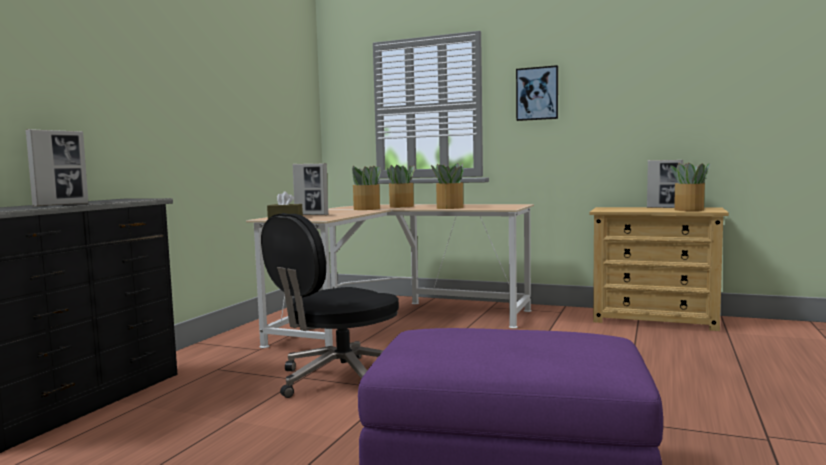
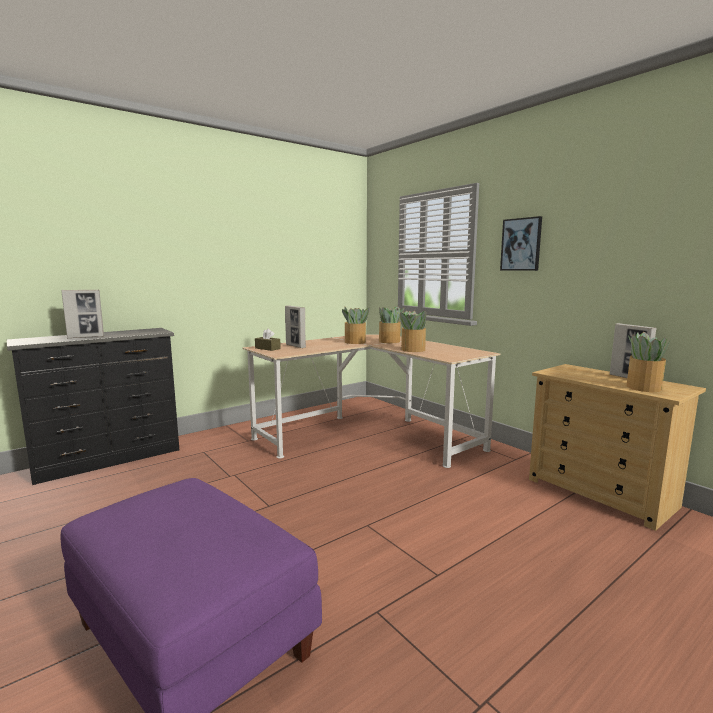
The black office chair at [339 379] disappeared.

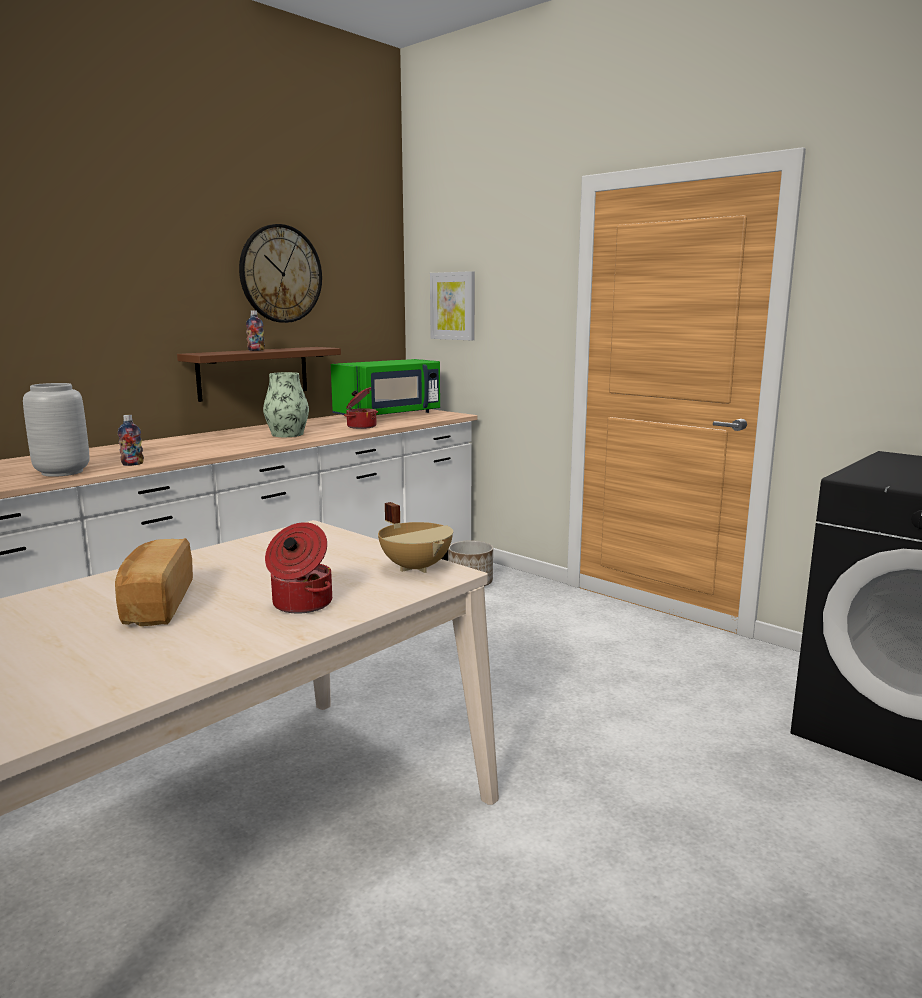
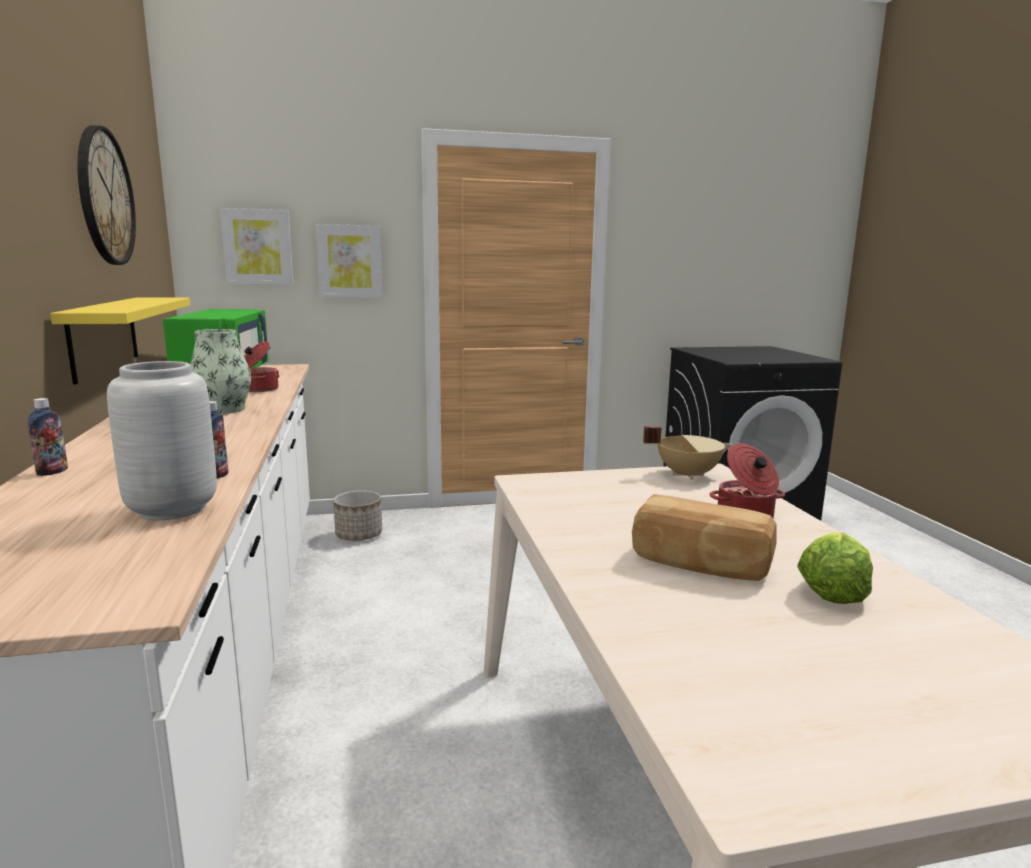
The bottle moved from [256 350] to [52 472].
The brown shelf at [253 373] became the yellow shelf at [104 336].
The picture at [349 261] appeared.
The lettuce at [832 589] appeared.

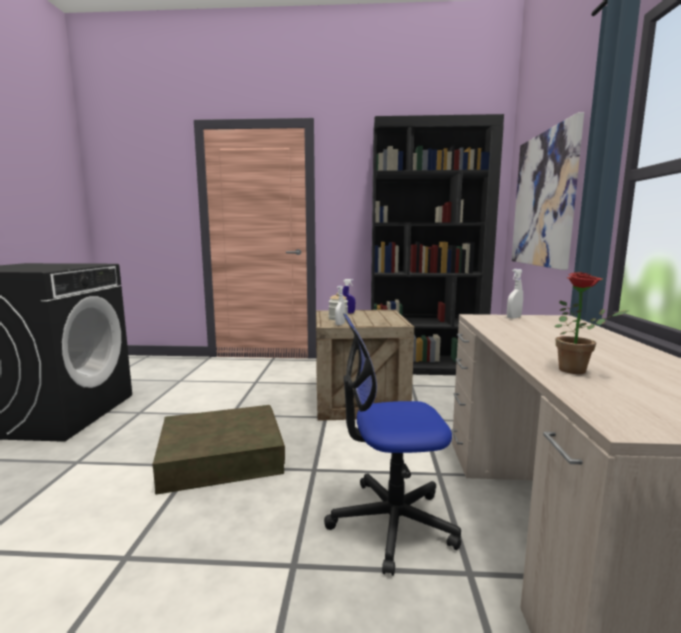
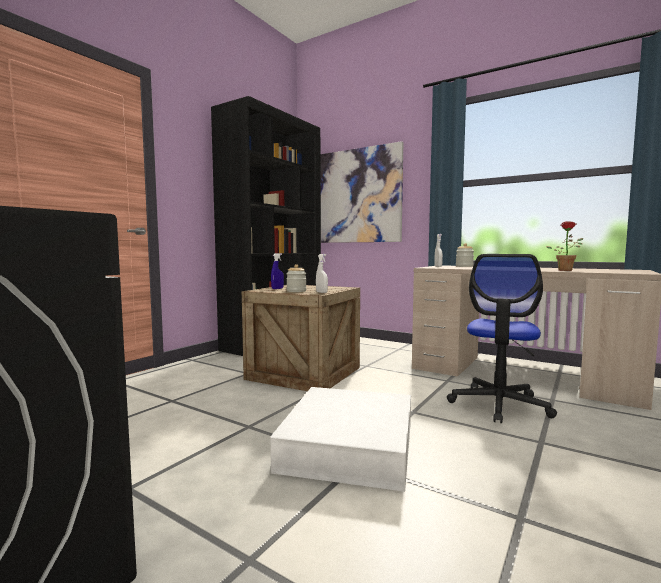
The brown storage box at [221 456] became the white storage box at [349 445].
The jar at [464 266] appeared.

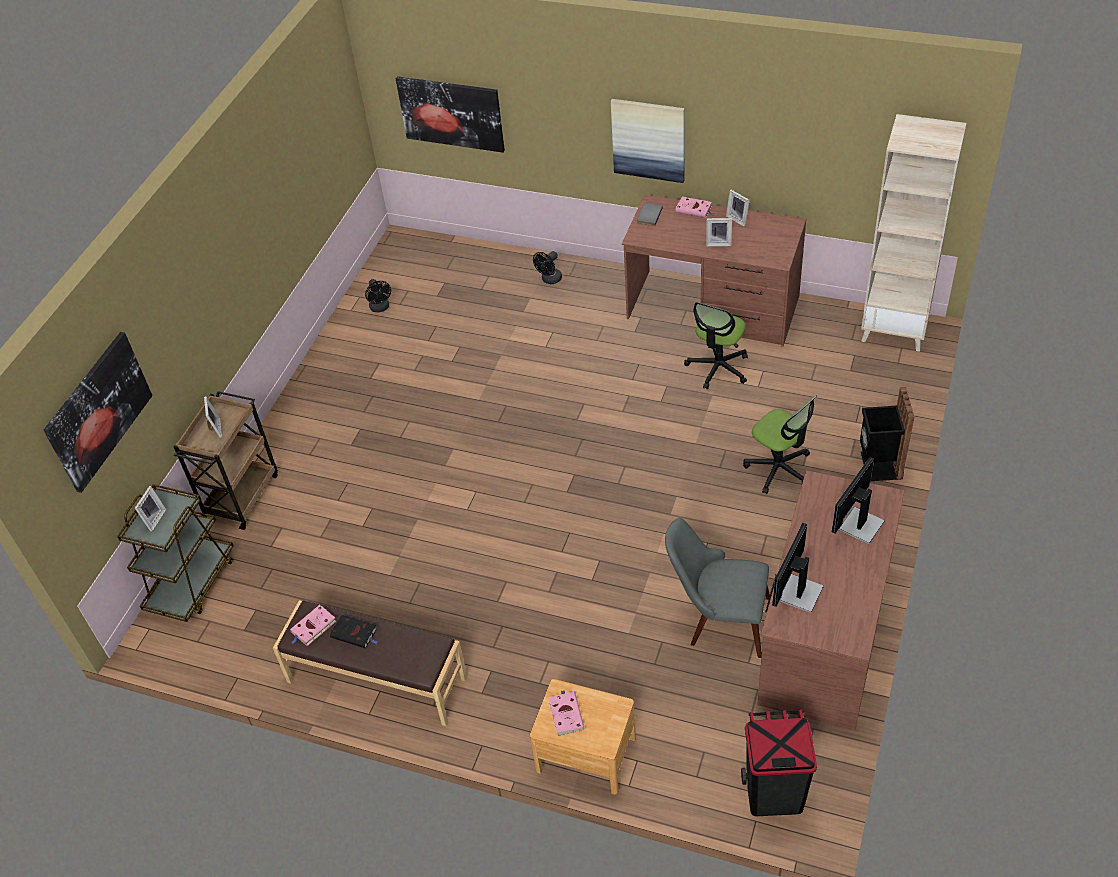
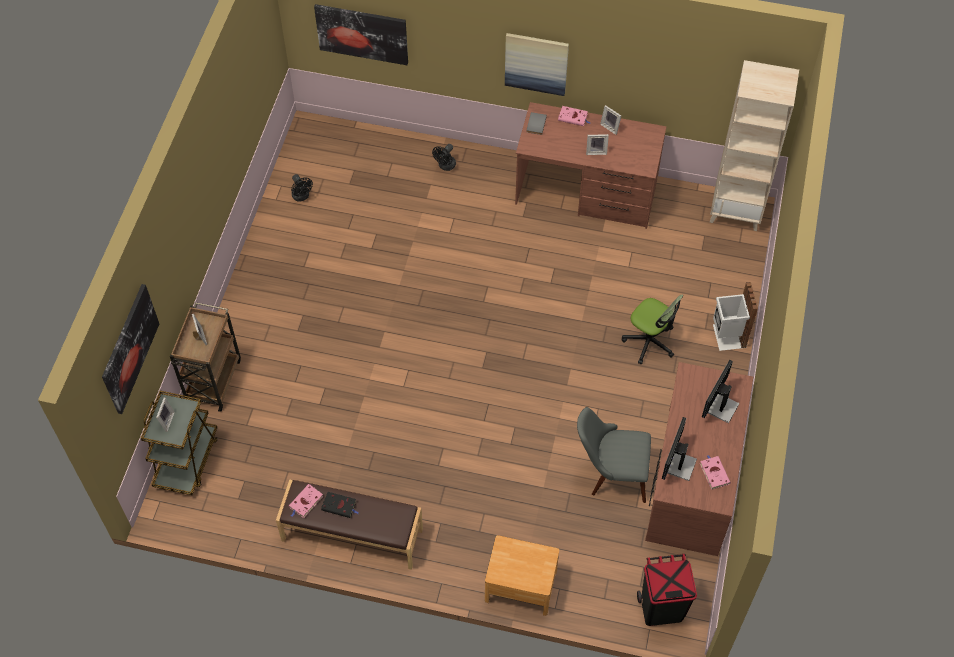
The office chair at [718 368] disappeared.
The black trash can at [878 465] became the white trash can at [727 336].
The pink book moved from [566 714] to [714 473].

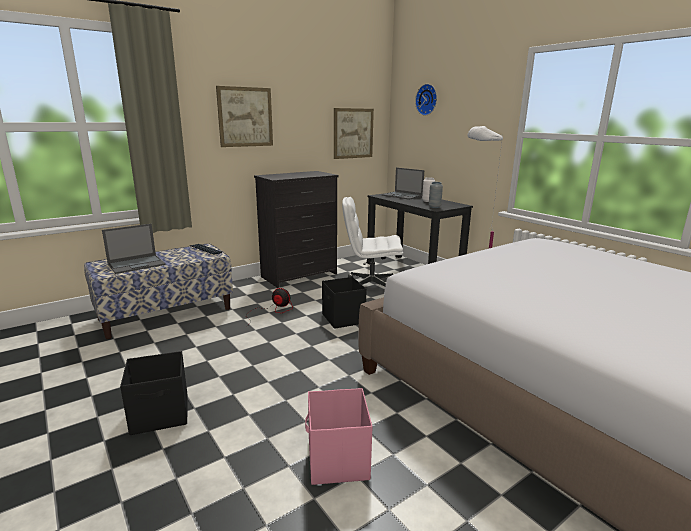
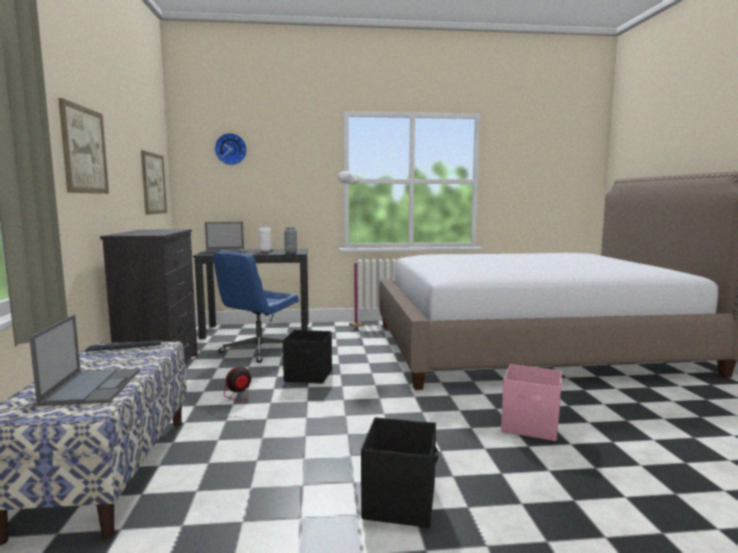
The white office chair at [370 287] became the blue office chair at [259 351].

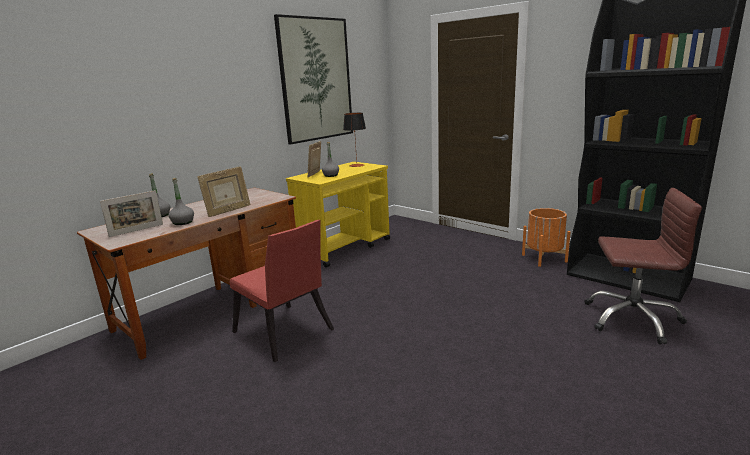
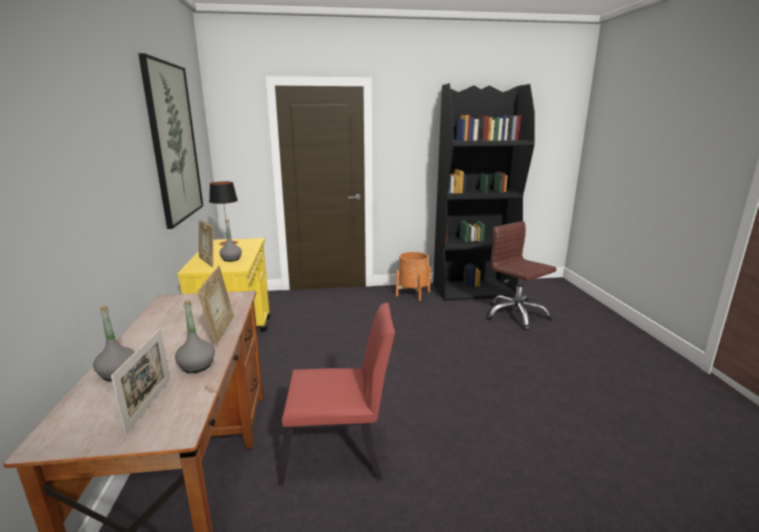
The brown office chair at [632 318] turned 90 degrees counterclockwise.

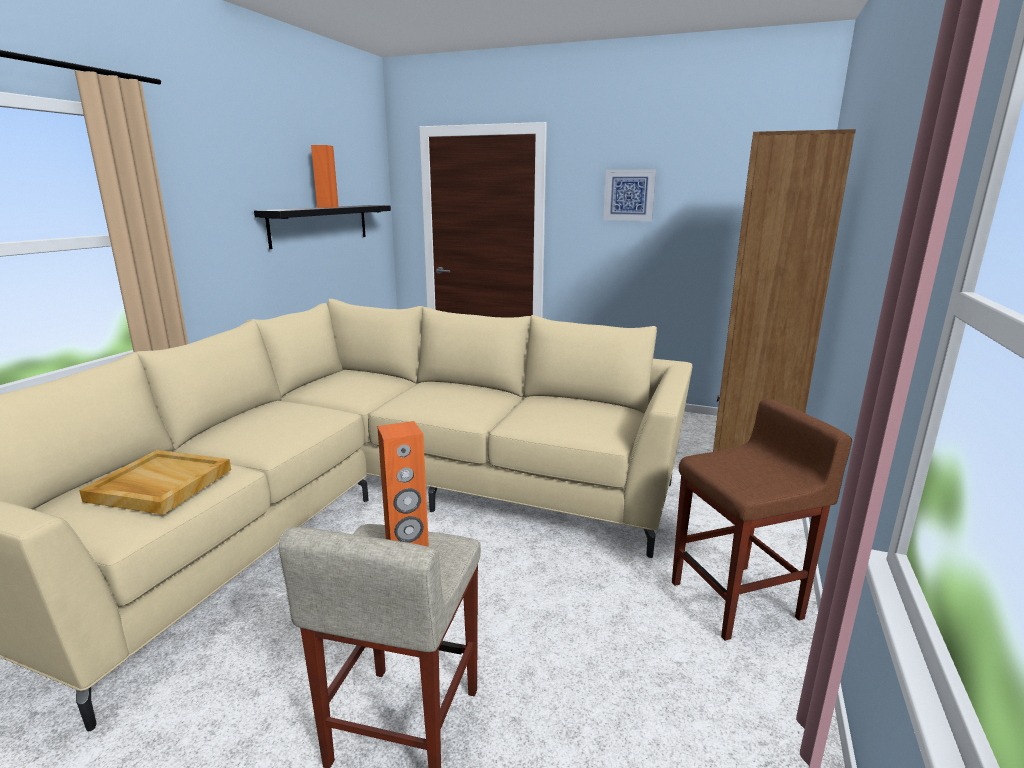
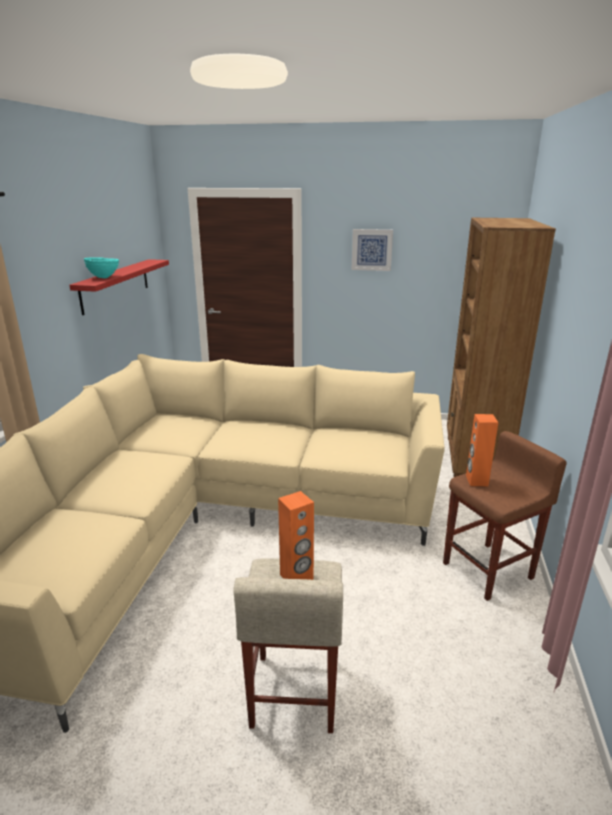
The orange speaker moved from [327 207] to [476 481].
The black shelf at [320 225] became the red shelf at [115 285].
The beige tray at [159 485] disappeared.
The turquoise bowl at [104 278] appeared.

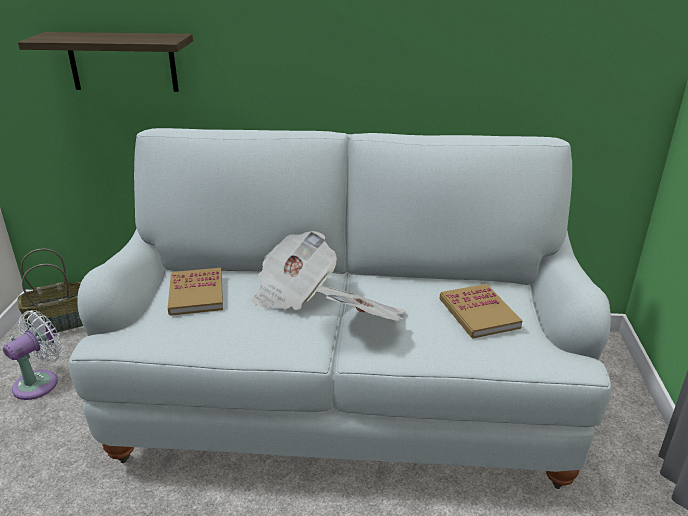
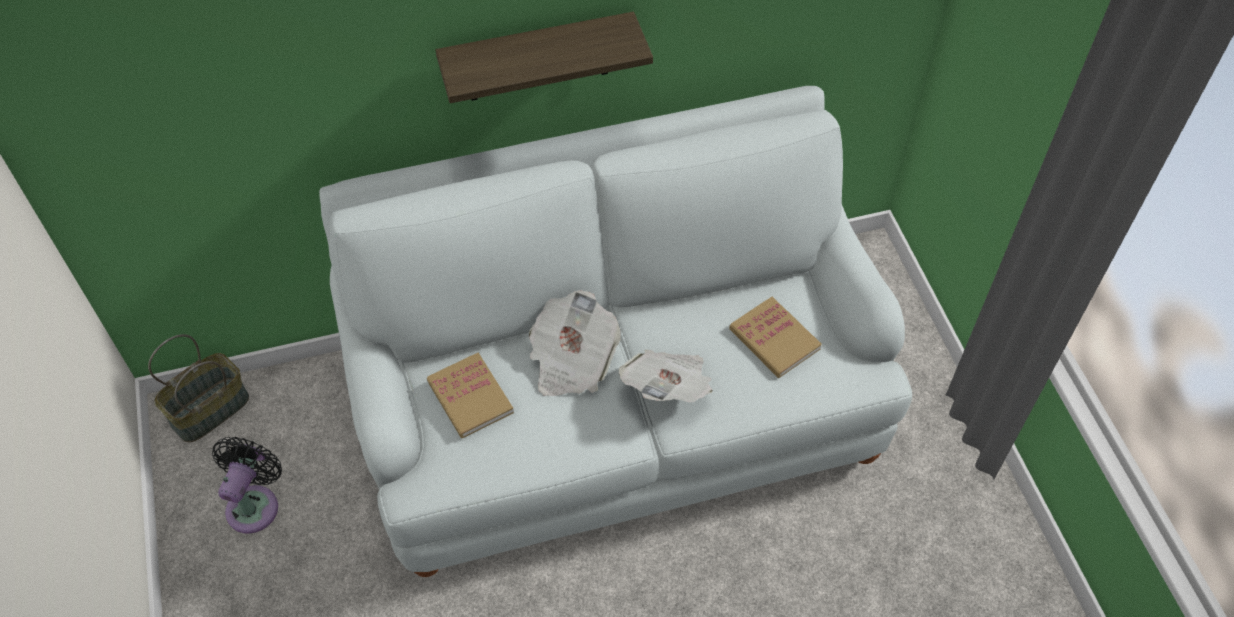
The shelf moved from [122 62] to [537 58].
The white fan at [40 382] became the black fan at [255 504].

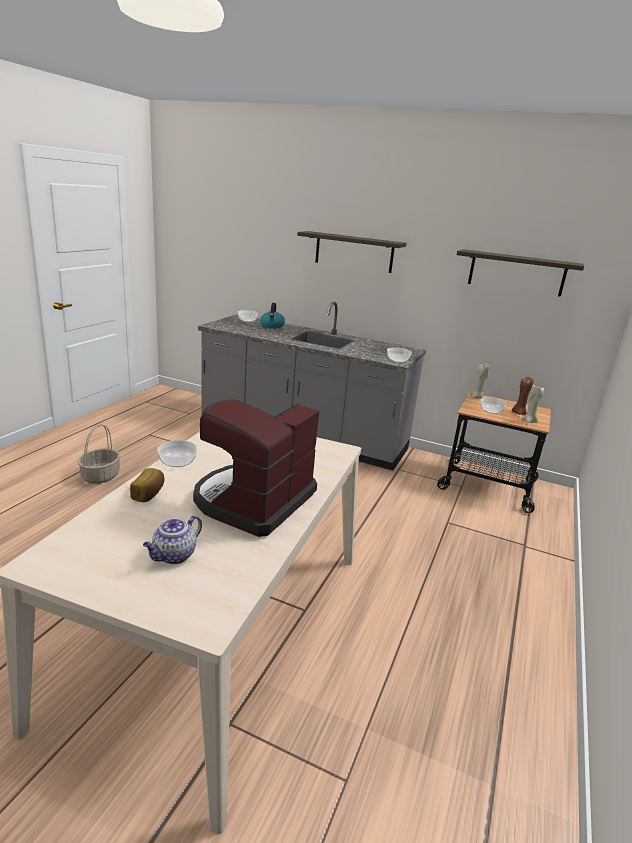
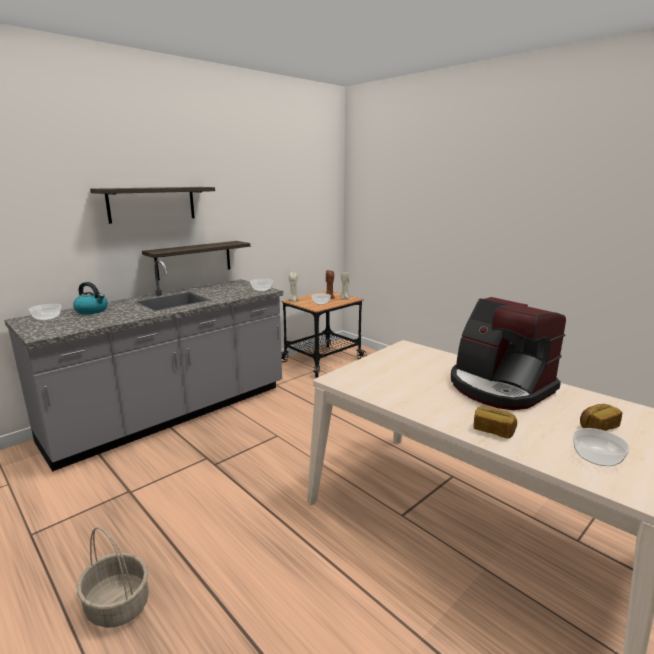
The shelf moved from [516 273] to [194 260].
The bowl moved from [177 462] to [597 457].
The teapot at [174 556] was replaced by the bread at [597 427].

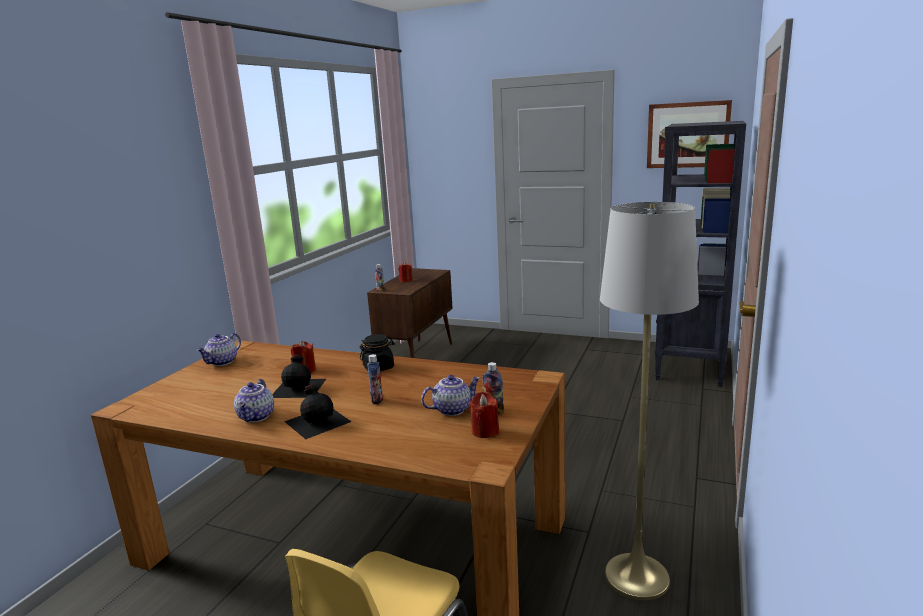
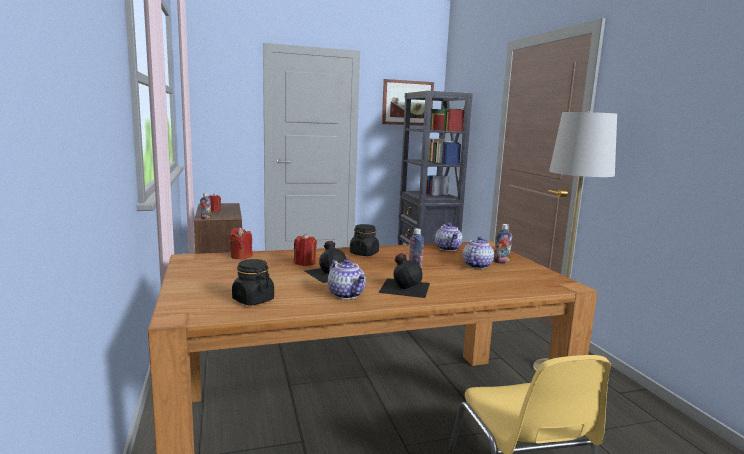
The teapot moved from [222 362] to [448 249].
The red candle moved from [485 431] to [241 256].
The black jar at [253 300] appeared.

